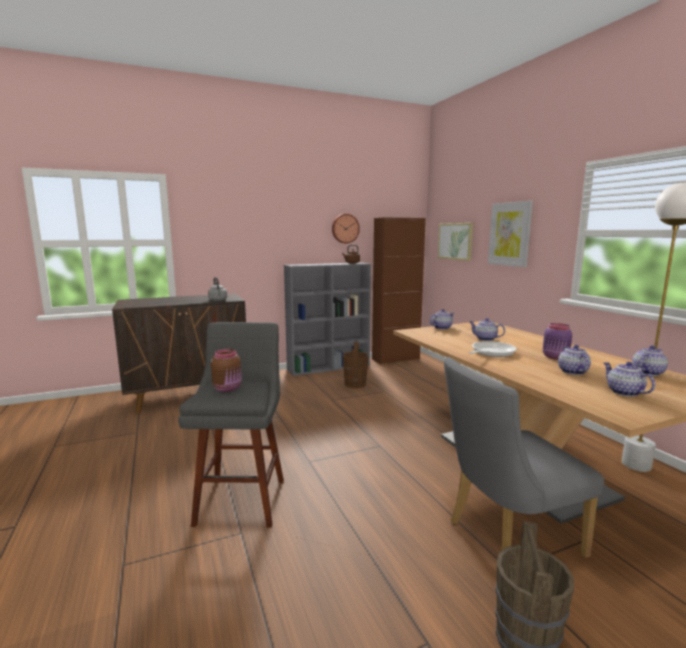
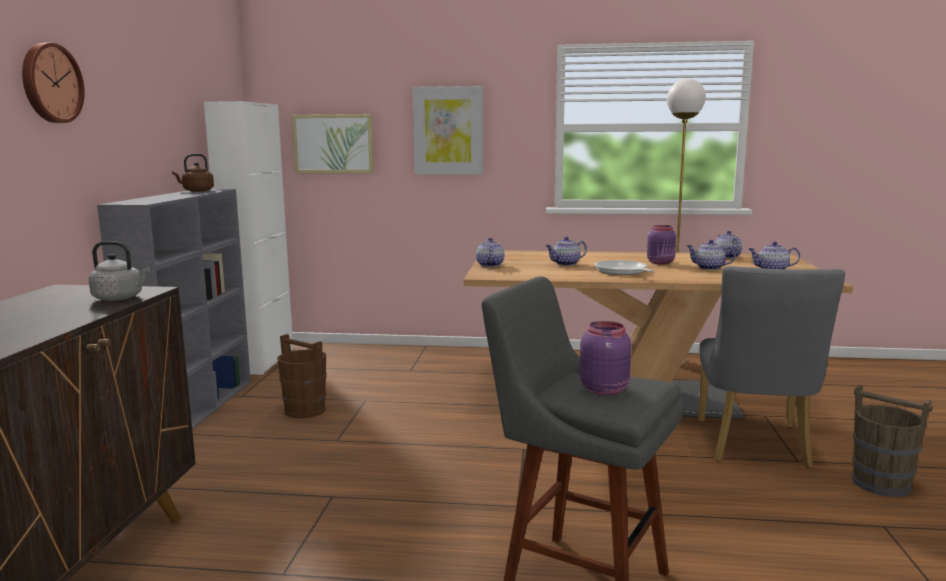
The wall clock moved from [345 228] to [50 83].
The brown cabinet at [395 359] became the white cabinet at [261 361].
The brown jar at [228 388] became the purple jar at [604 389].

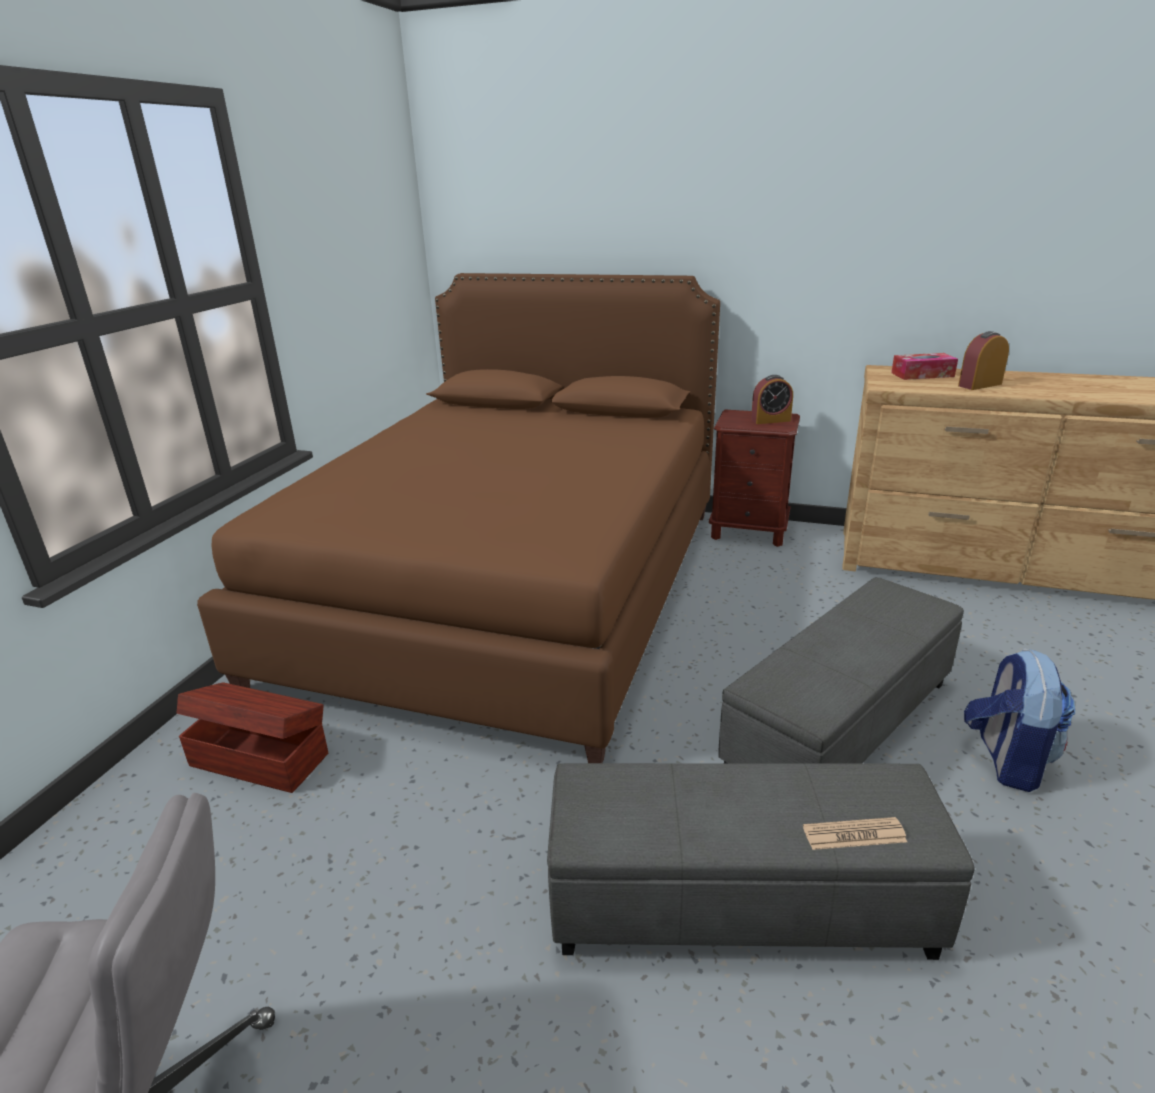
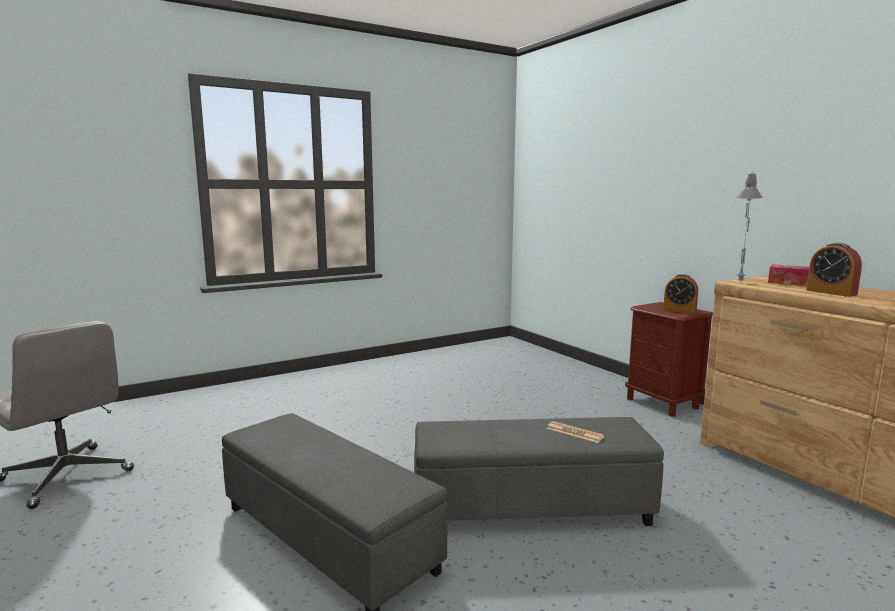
The brown bed at [511 588] disappeared.
The alarm clock at [979 385] turned 135 degrees counterclockwise.
The backpack at [1006 760] disappeared.
The brown storage box at [259 758] disappeared.
The newspaper moved from [854 834] to [574 433].
The grey table lamp at [740 281] appeared.

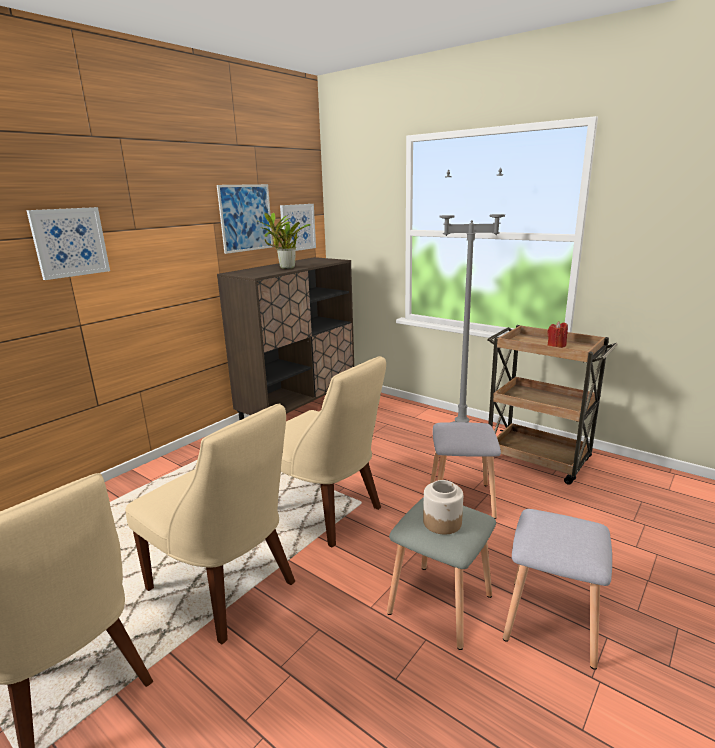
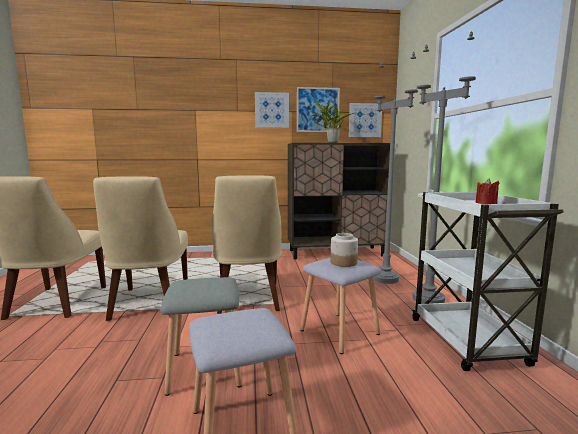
The picture moved from [69 242] to [271 110].
The brown cart at [538 460] became the white cart at [468 342].
The jar moved from [442 522] to [344 262].
The grey floor lamp at [385 279] appeared.

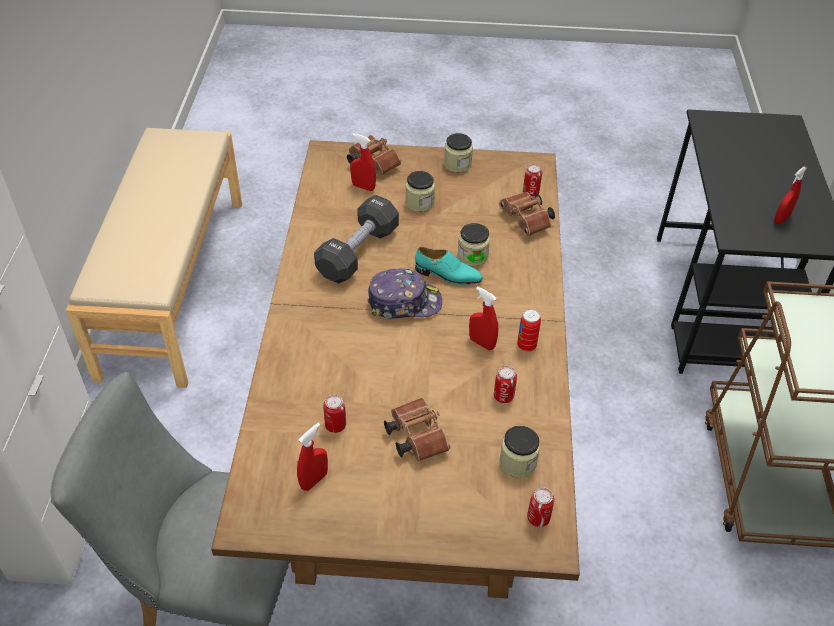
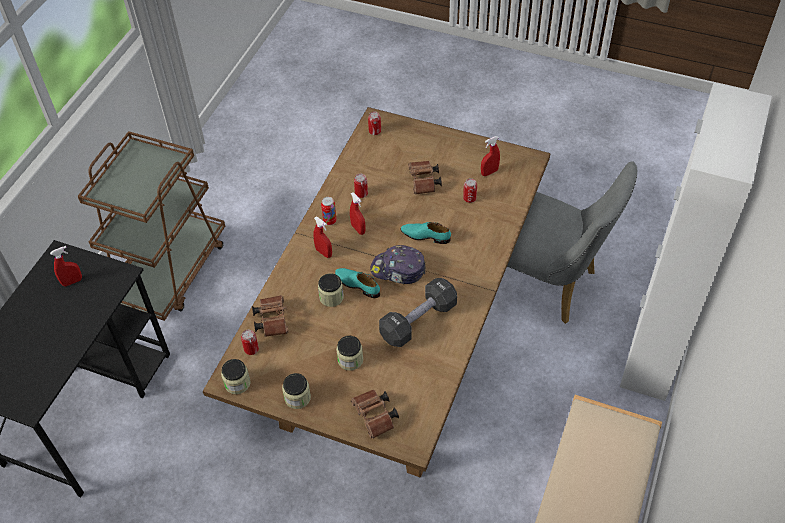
The red spray bottle moved from [363 187] to [324 252].
The jar moved from [518 462] to [237 383].
The turquoise shoe at [425 236] appeared.

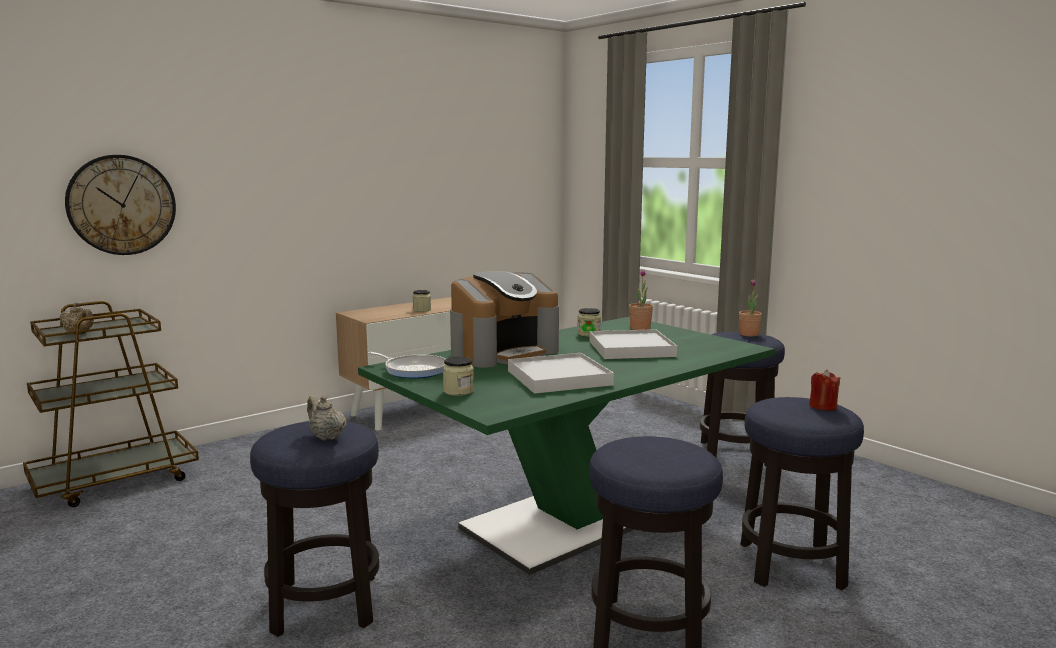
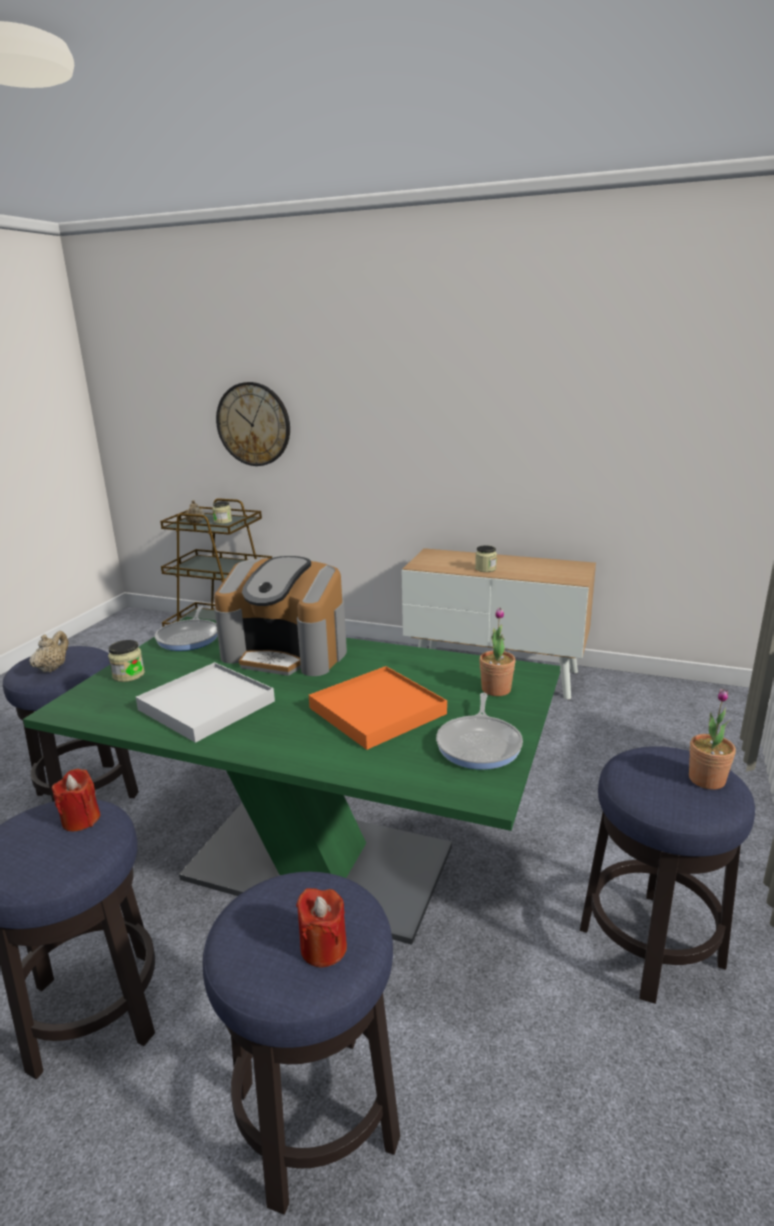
The jar moved from [588 334] to [223 521].
The white tray at [631 349] became the orange tray at [377 711].
The frying pan at [480 744] appeared.
The red candle at [81 819] appeared.

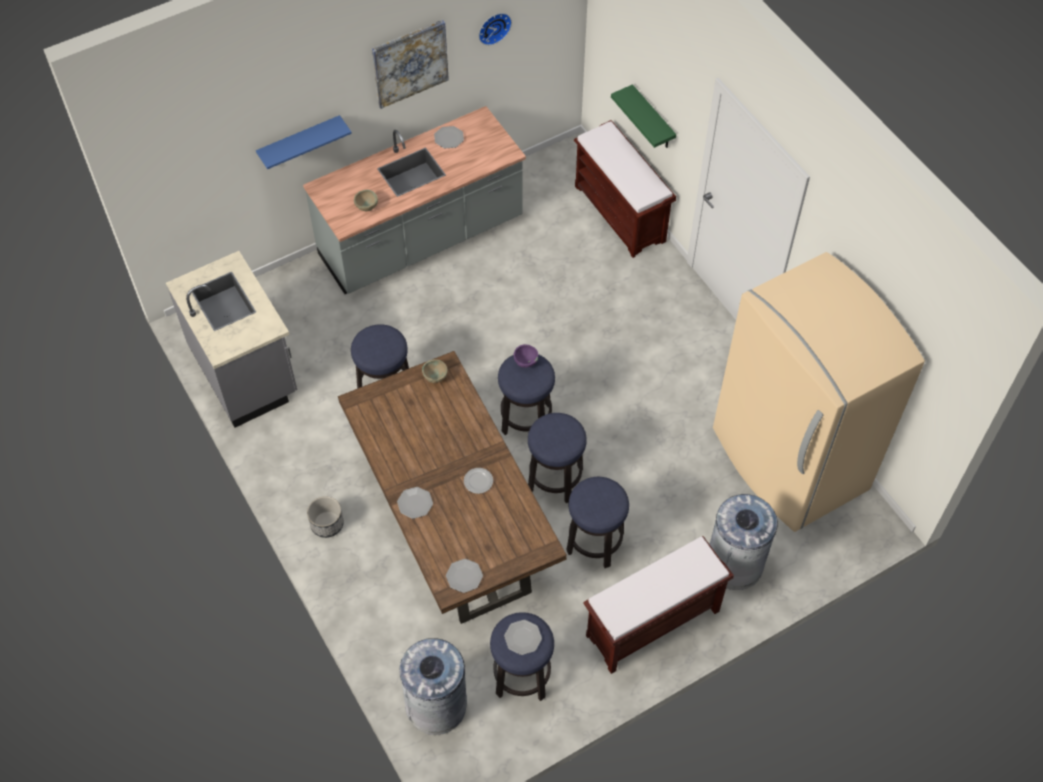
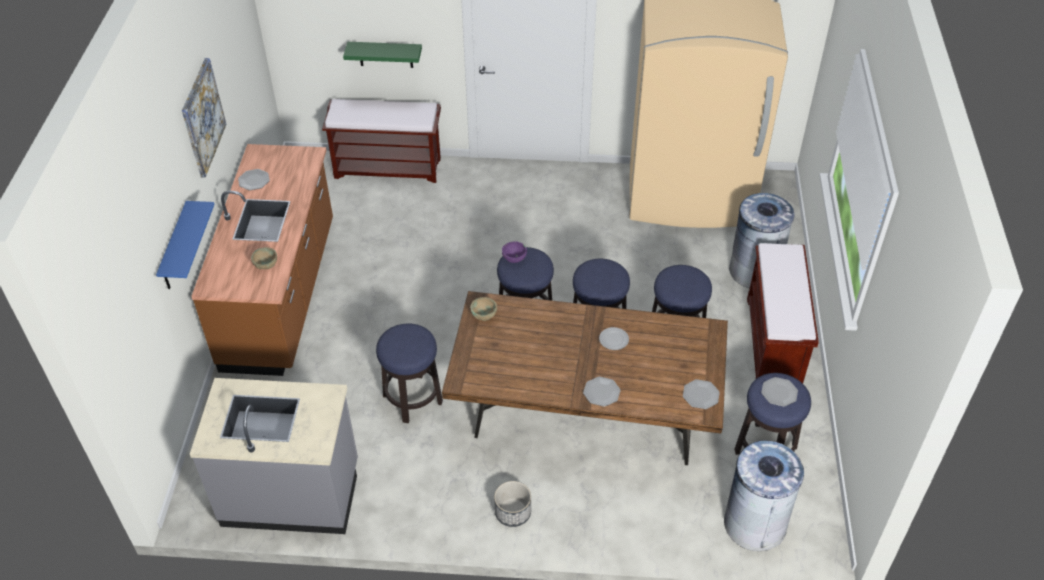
The wall clock at [493 27] disappeared.
The grey counter at [421 239] became the brown counter at [281 294].

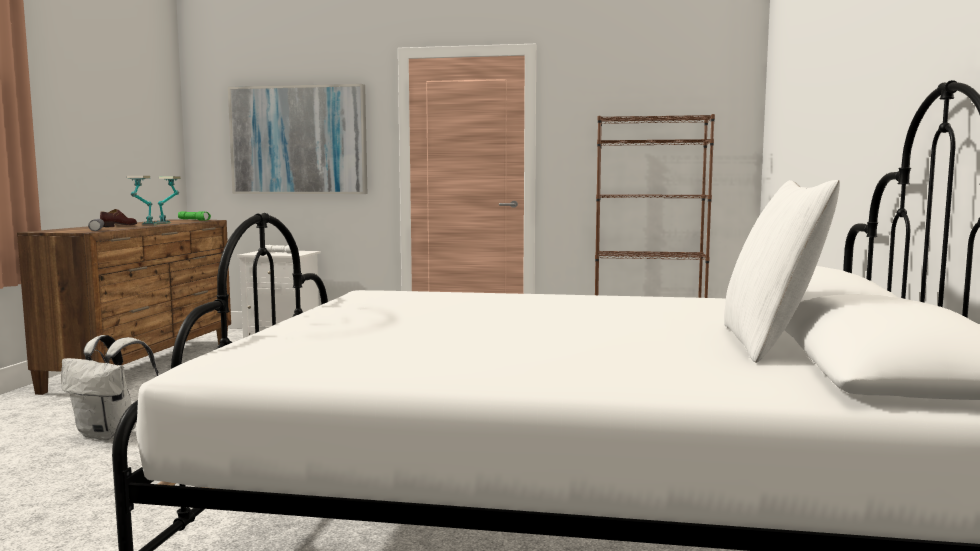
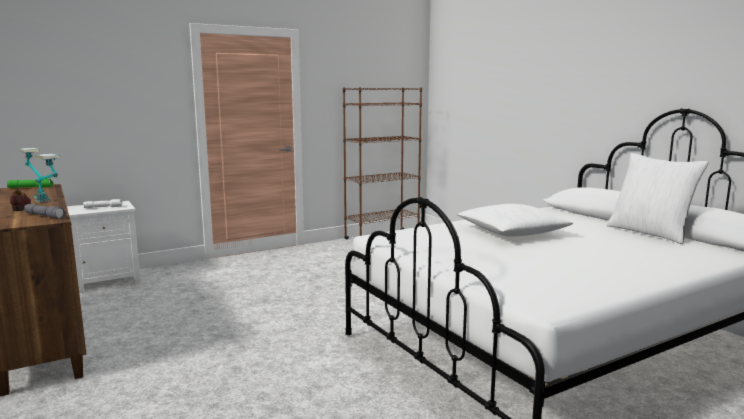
The picture at [299 140] disappeared.
The white backpack at [111 434] disappeared.
The white pillow at [511 232] appeared.

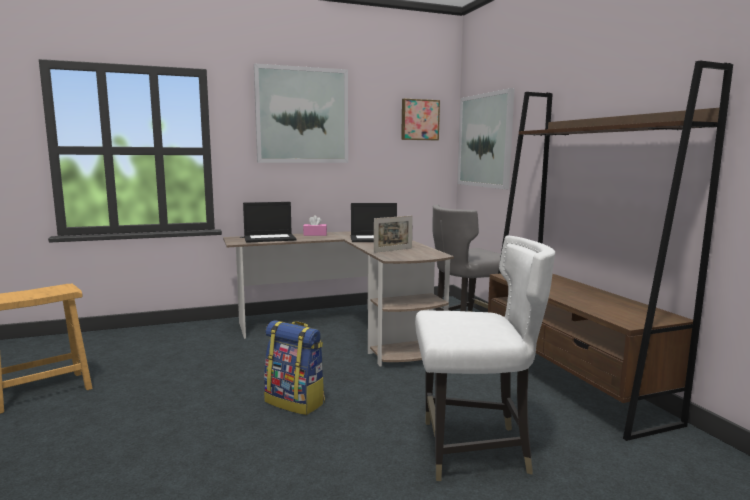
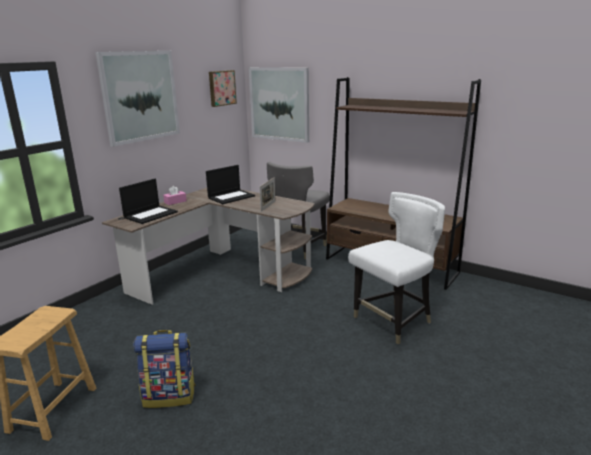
The backpack moved from [296 402] to [170 396].

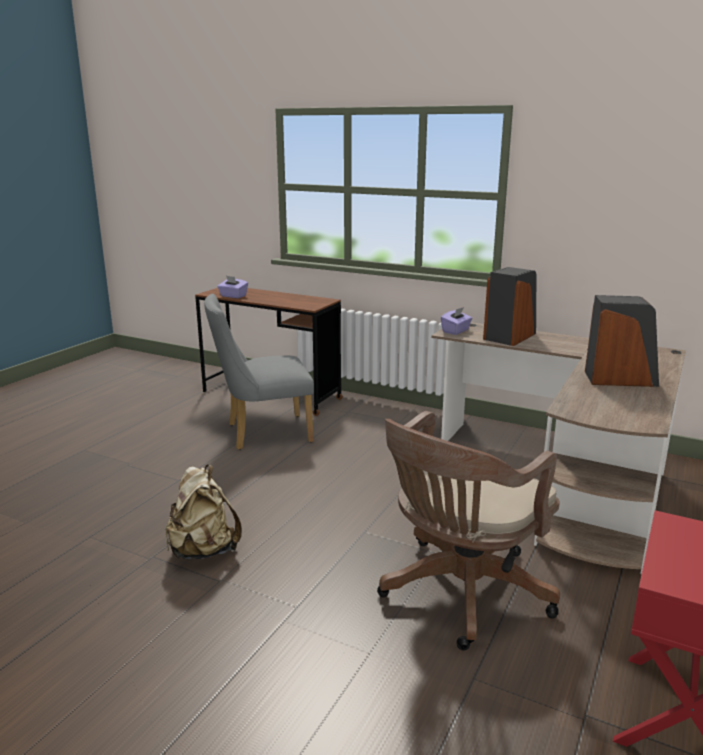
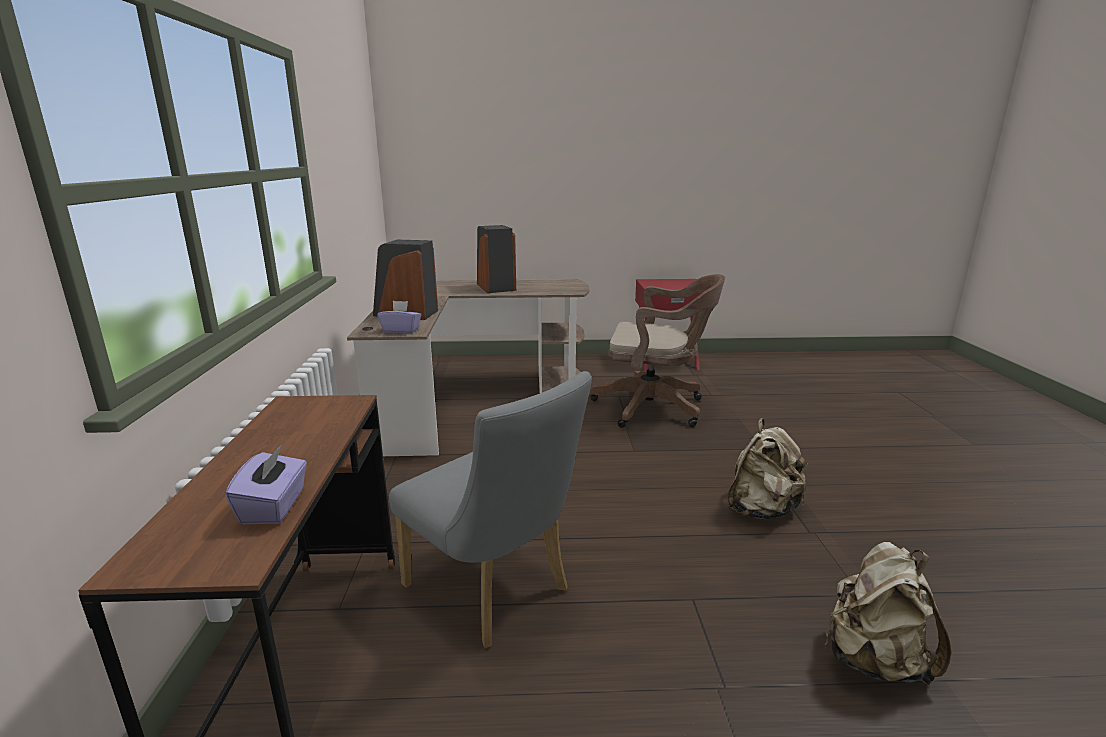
The beige backpack at [873 660] appeared.

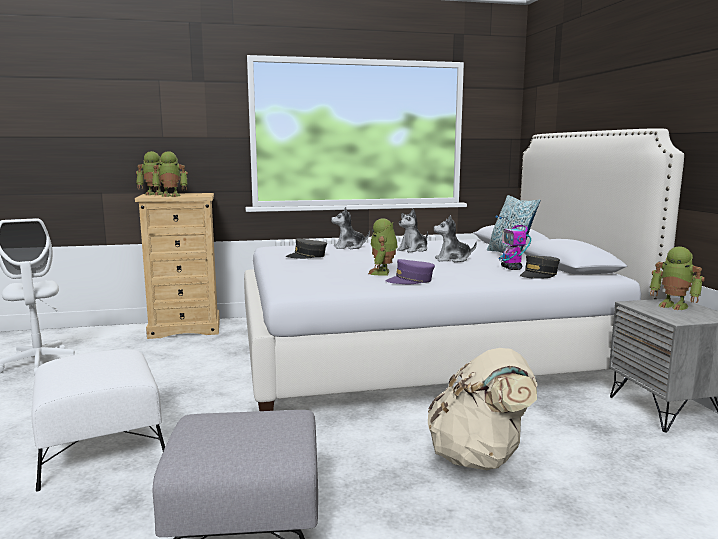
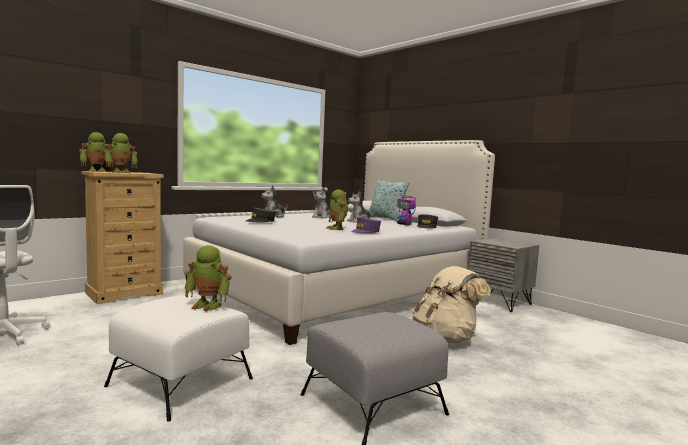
The toy robot moved from [674 305] to [208 305].

